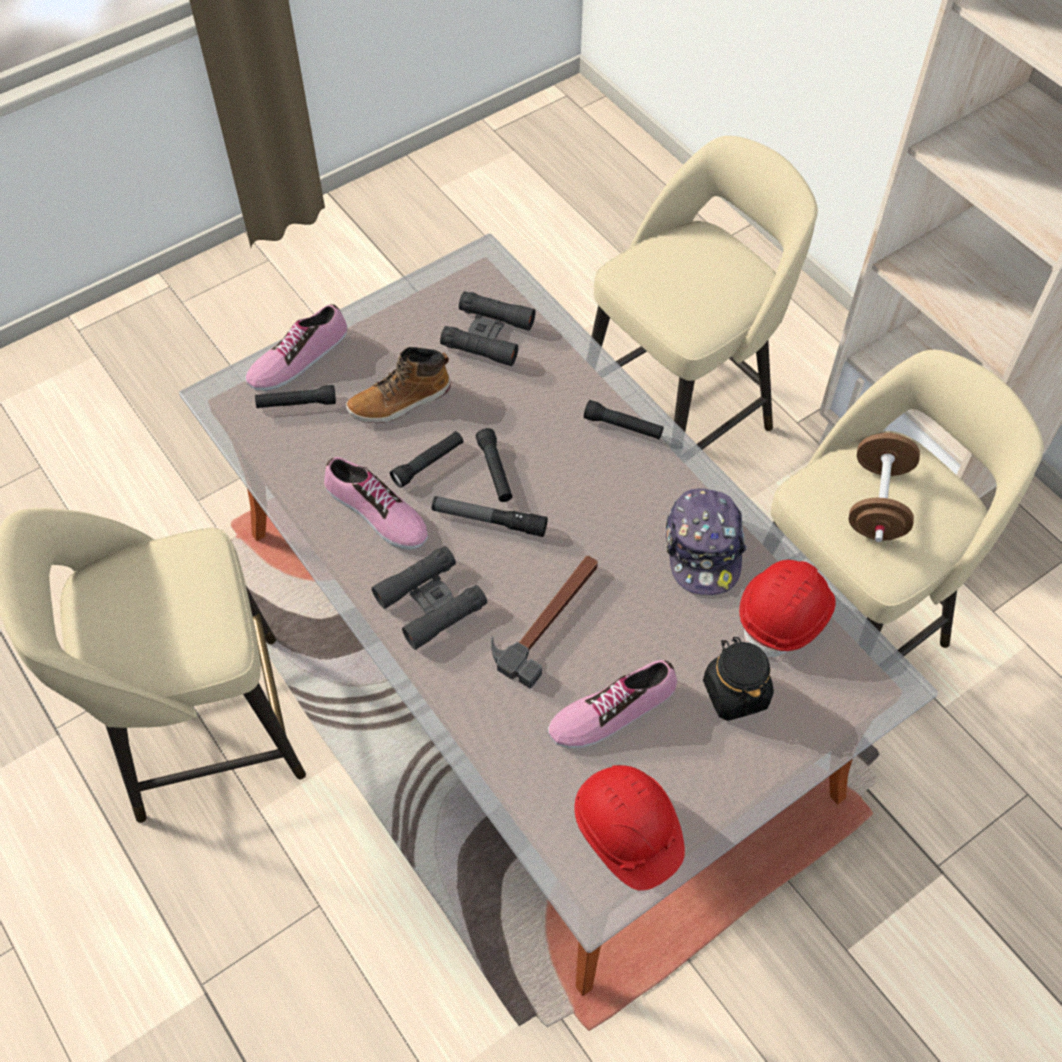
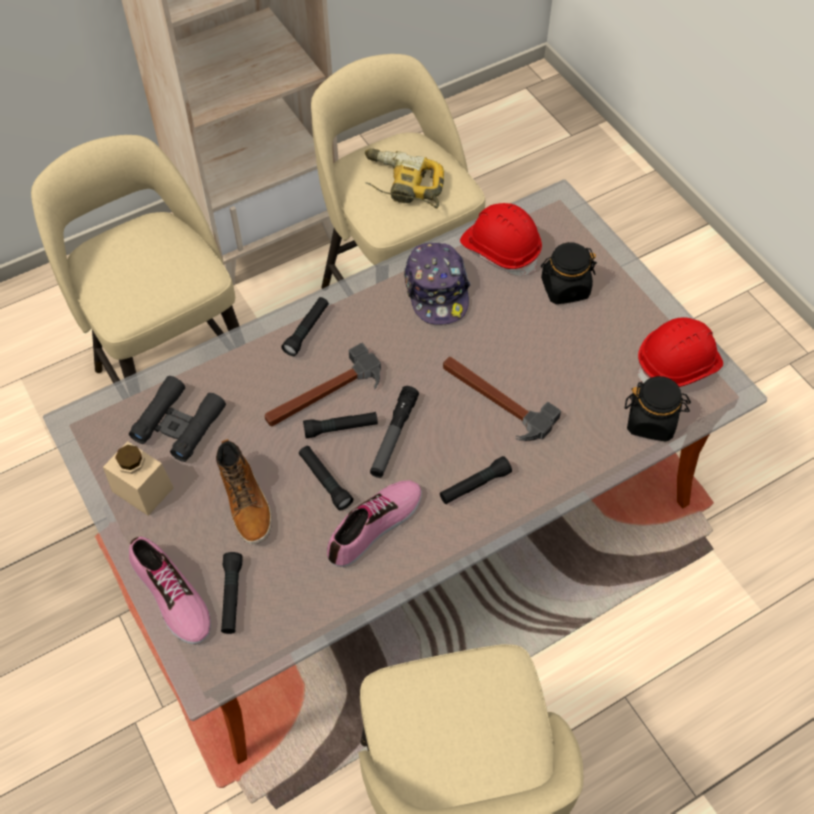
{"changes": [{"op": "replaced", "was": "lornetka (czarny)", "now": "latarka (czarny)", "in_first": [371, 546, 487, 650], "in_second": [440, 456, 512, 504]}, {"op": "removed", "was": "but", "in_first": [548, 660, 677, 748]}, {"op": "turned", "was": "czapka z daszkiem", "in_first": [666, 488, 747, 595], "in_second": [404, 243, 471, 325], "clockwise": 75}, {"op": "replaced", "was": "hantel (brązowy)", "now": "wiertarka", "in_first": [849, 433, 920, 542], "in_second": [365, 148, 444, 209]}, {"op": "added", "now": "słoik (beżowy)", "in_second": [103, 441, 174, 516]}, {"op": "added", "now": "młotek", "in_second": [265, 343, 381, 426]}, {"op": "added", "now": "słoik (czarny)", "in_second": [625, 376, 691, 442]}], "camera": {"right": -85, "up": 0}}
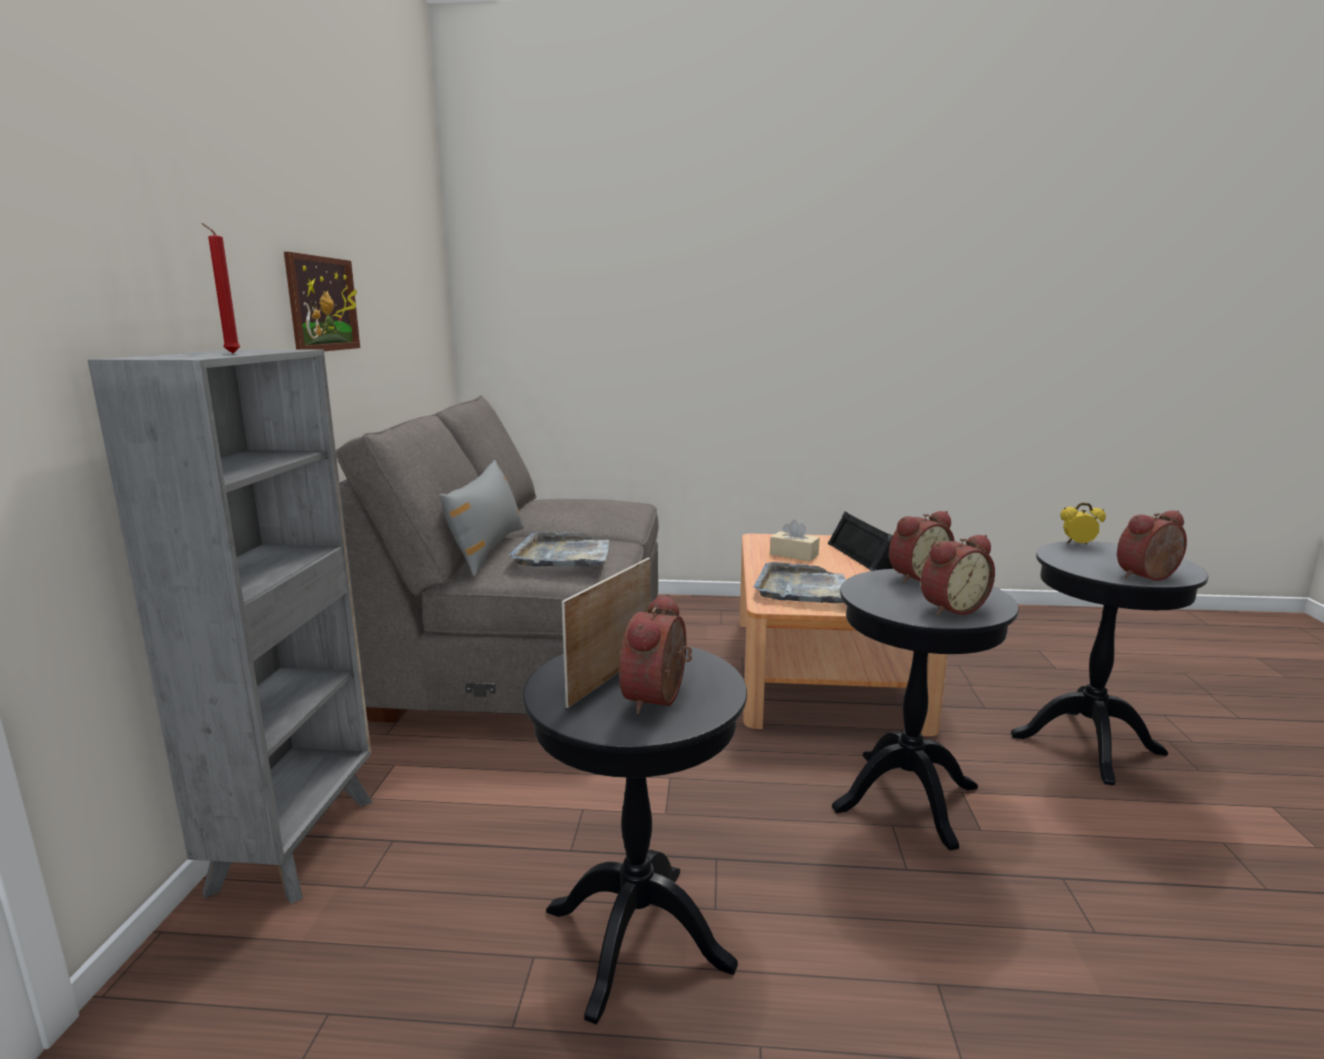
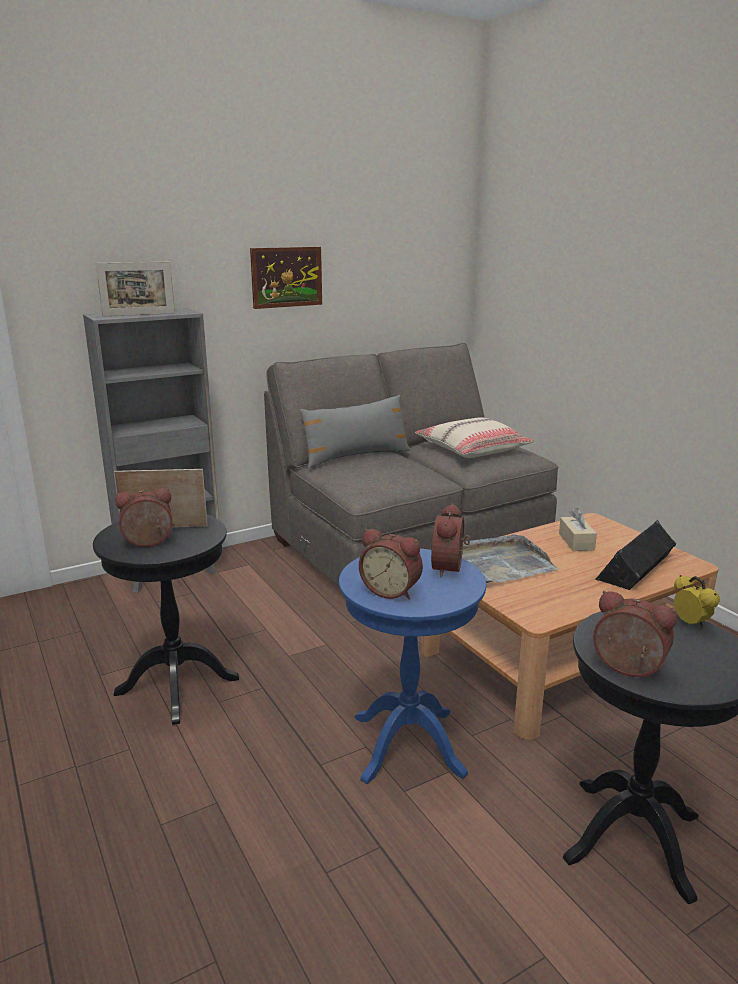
{"changes": [{"op": "replaced", "was": "świeca (czerwony)", "now": "ramka na zdjęcie", "in_first": [201, 223, 240, 353], "in_second": [95, 262, 175, 316]}, {"op": "removed", "was": "taca (szary)", "in_first": [509, 532, 609, 567]}, {"op": "recoloured", "was": "stolik (czarny)", "now": "stolik (niebieski)", "in_first": [832, 569, 1019, 850], "in_second": [339, 549, 486, 784]}, {"op": "turned", "was": "budzik", "in_first": [889, 511, 955, 583], "in_second": [431, 503, 470, 577], "clockwise": 75}, {"op": "added", "now": "poduszka (beżowy)", "in_second": [415, 418, 534, 458]}], "camera": {"right": 55, "up": 5}}
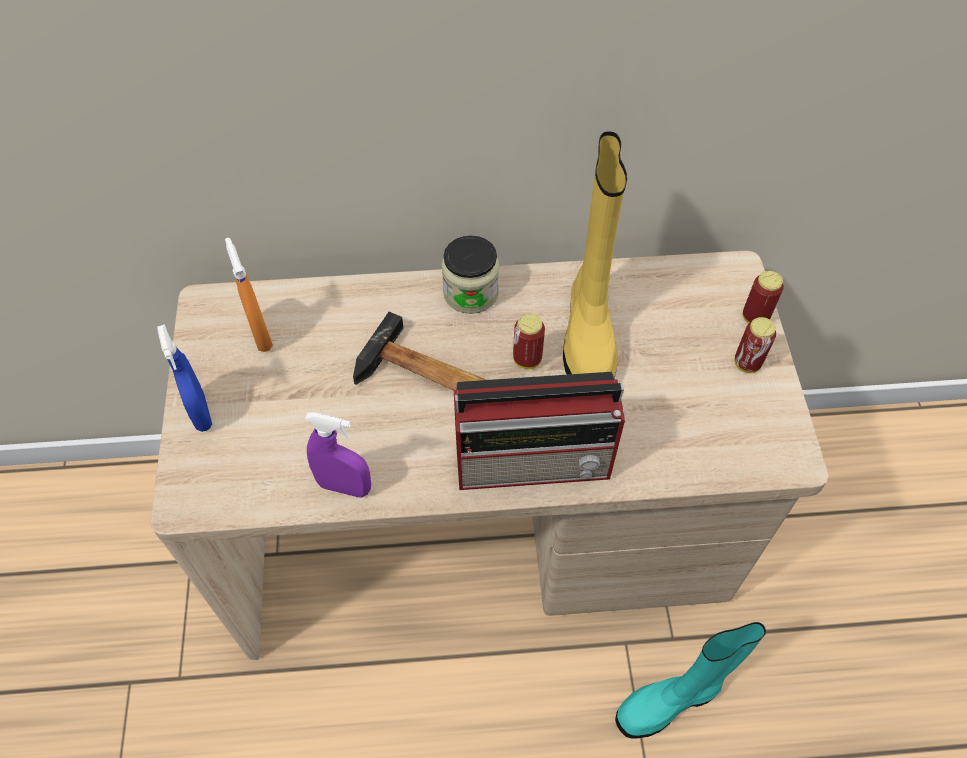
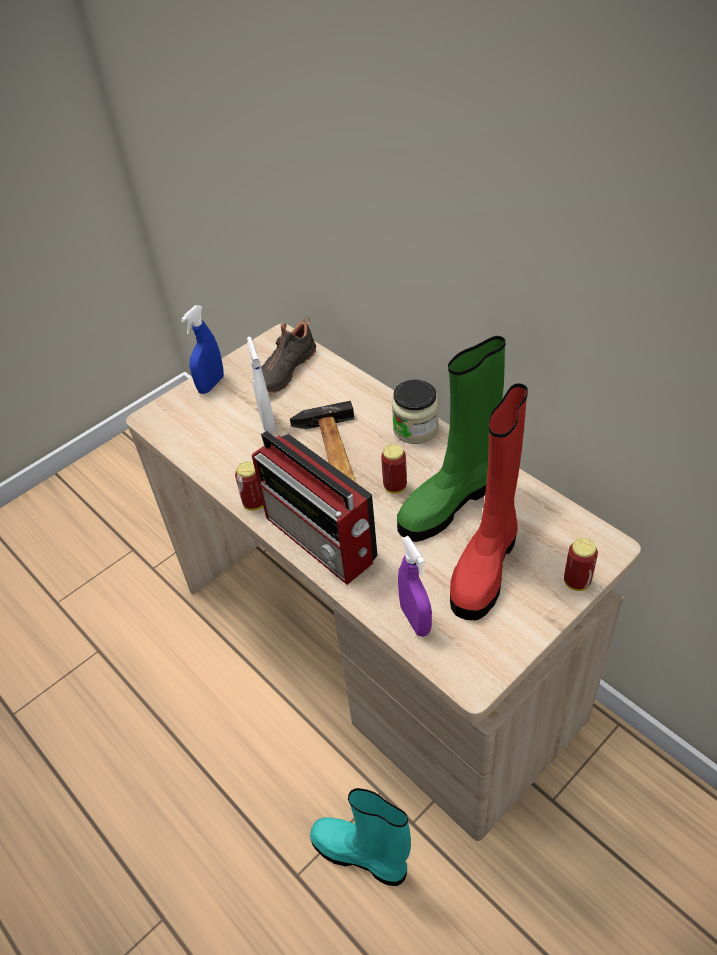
{"changes": [{"op": "replaced", "was": "spryskiwacz (pomarańczowy)", "now": "but (czarny)", "in_first": [225, 237, 273, 352], "in_second": [253, 317, 316, 393]}, {"op": "moved", "was": "spryskiwacz (fioletowy)", "in_first": [305, 412, 371, 498], "in_second": [398, 536, 432, 637]}, {"op": "recoloured", "was": "but z cholewką (żółty)", "now": "but z cholewką (zielony)", "in_first": [563, 131, 627, 378], "in_second": [397, 336, 506, 542]}, {"op": "moved", "was": "puszka", "in_first": [734, 317, 776, 373], "in_second": [235, 461, 263, 511]}, {"op": "added", "now": "spryskiwacz (biały)", "in_second": [247, 336, 276, 433]}, {"op": "added", "now": "but z cholewką (czerwony)", "in_second": [450, 383, 528, 620]}], "camera": {"right": 55, "up": -10}}
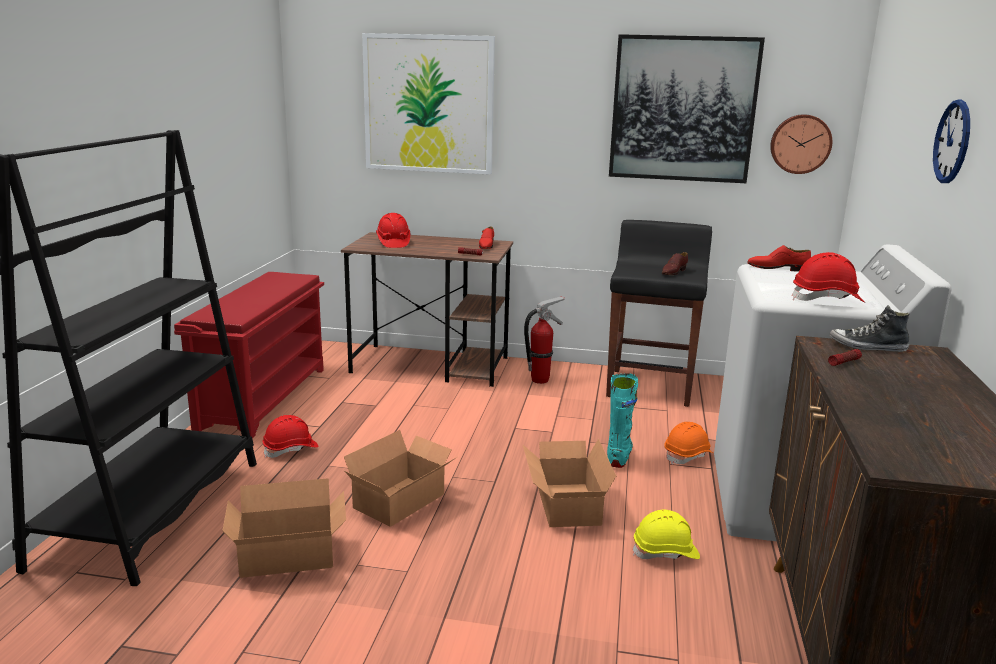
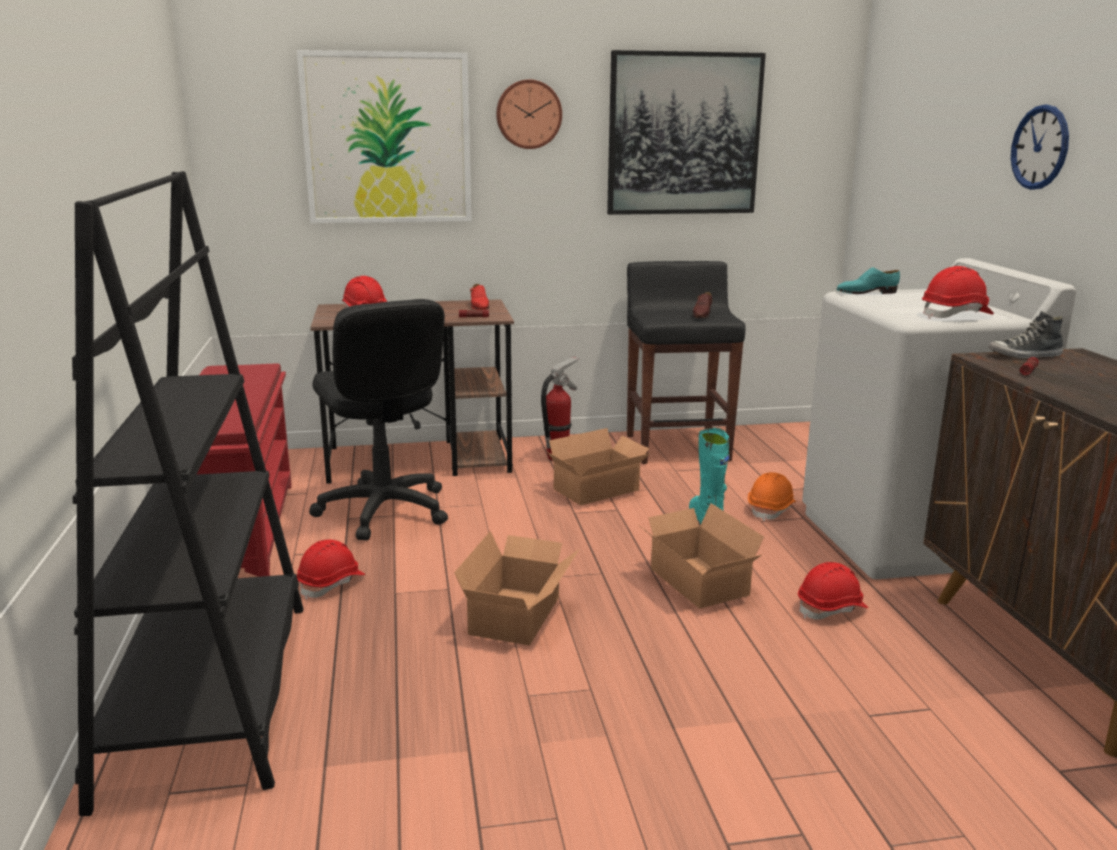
{"changes": [{"op": "moved", "was": "karton", "in_first": [222, 478, 346, 578], "in_second": [547, 428, 651, 506]}, {"op": "recoloured", "was": "kask (żółty)", "now": "kask (czerwony)", "in_first": [633, 510, 700, 559], "in_second": [798, 562, 868, 620]}, {"op": "recoloured", "was": "but (czerwony)", "now": "but (turkusowy)", "in_first": [747, 245, 811, 272], "in_second": [836, 267, 900, 294]}, {"op": "moved", "was": "zegar ścienny", "in_first": [770, 114, 832, 174], "in_second": [496, 79, 562, 149]}, {"op": "added", "now": "krzesło biurowe (czarny)", "in_second": [309, 299, 448, 540]}], "camera": {"right": -20, "up": 0}}
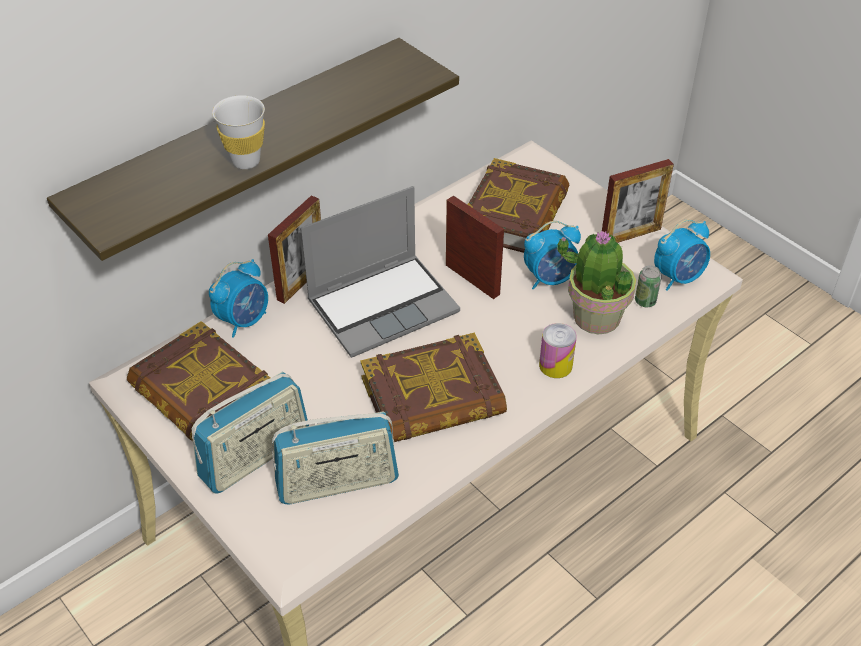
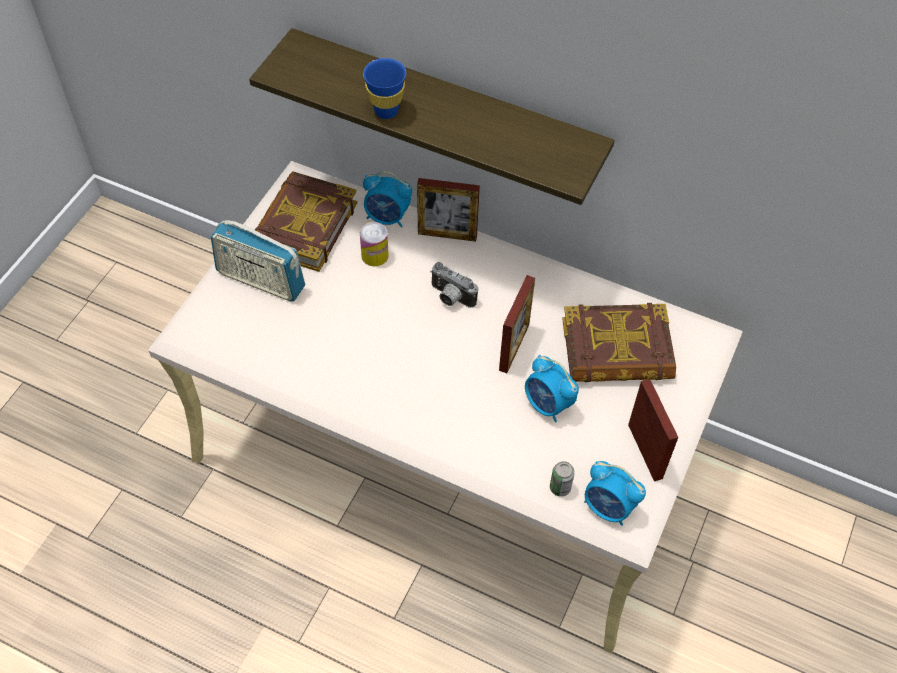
{"changes": [{"op": "recoloured", "was": "filiżanka (biały)", "now": "filiżanka (niebieski)", "in_first": [212, 95, 265, 169], "in_second": [363, 58, 406, 119]}, {"op": "removed", "was": "radio", "in_first": [272, 411, 399, 505]}, {"op": "replaced", "was": "laptop", "now": "aparat fotograficzny", "in_first": [301, 186, 460, 358], "in_second": [430, 262, 478, 308]}, {"op": "removed", "was": "książka", "in_first": [360, 333, 507, 442]}, {"op": "moved", "was": "puszka", "in_first": [539, 323, 577, 378], "in_second": [360, 222, 389, 266]}, {"op": "removed", "was": "roślina doniczkowa", "in_first": [557, 230, 636, 334]}, {"op": "turned", "was": "ramka na zdjęcie", "in_first": [602, 159, 674, 243], "in_second": [628, 379, 678, 481], "clockwise": -150}], "camera": {"right": 65, "up": 10}}
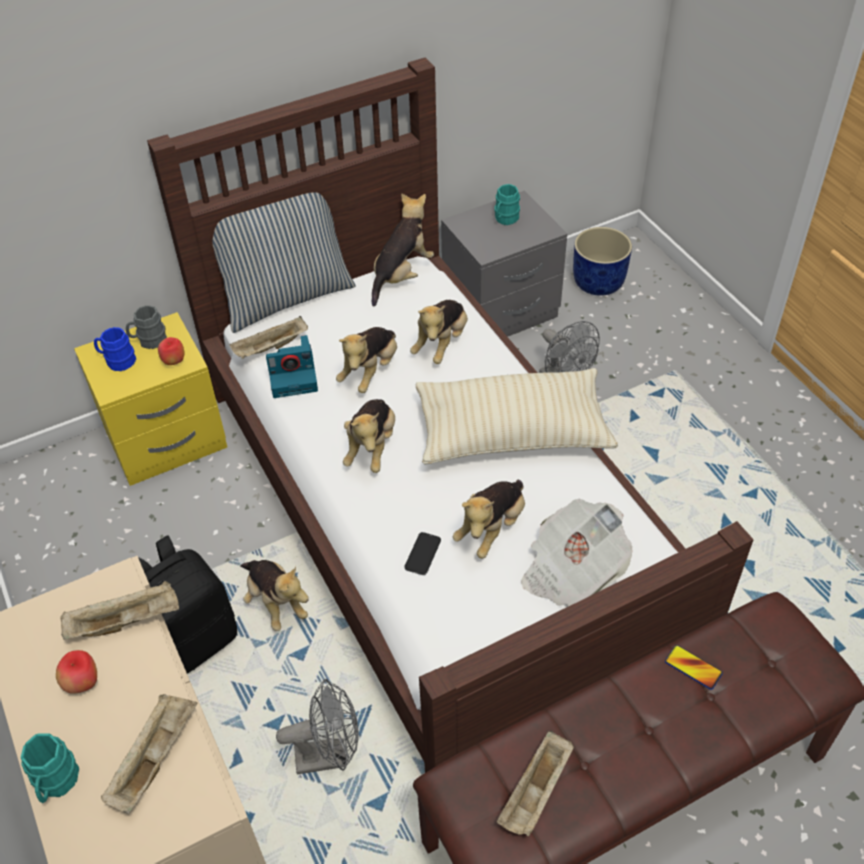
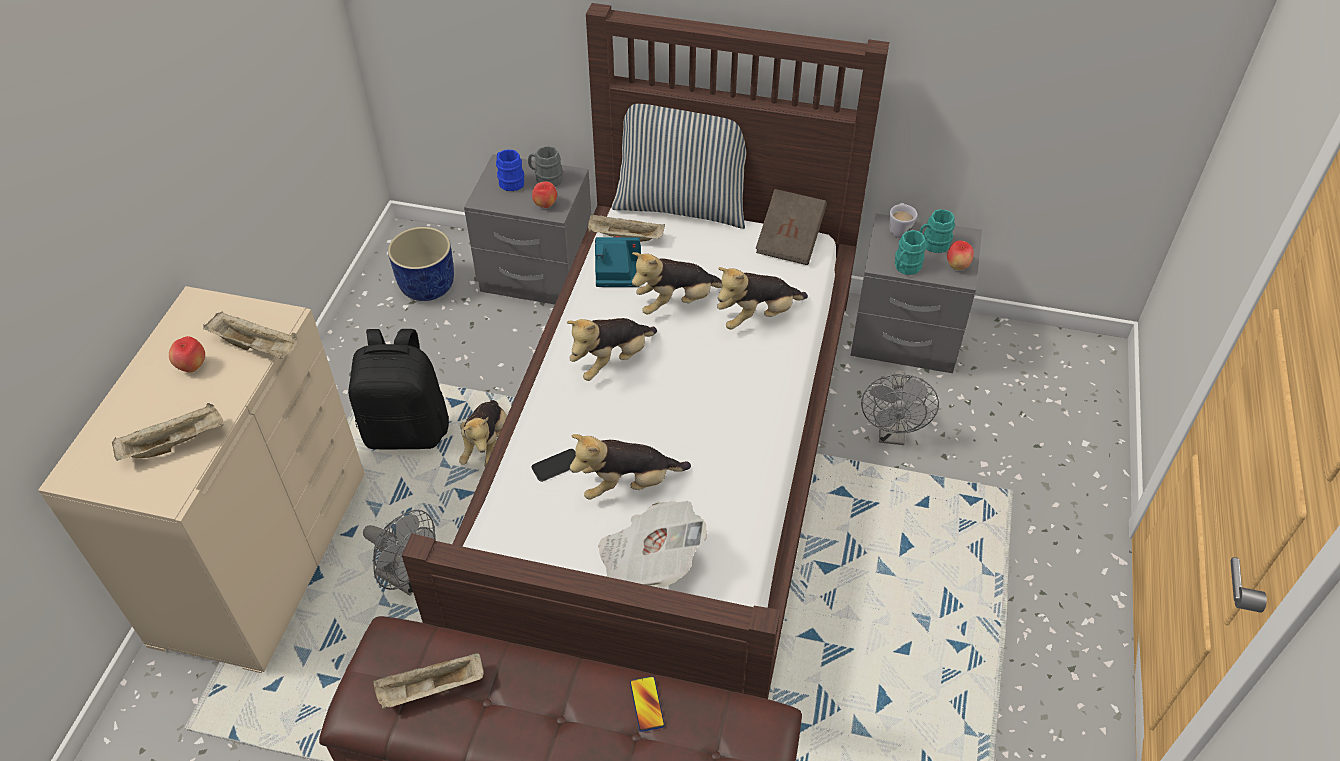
{"changes": [{"op": "moved", "was": "kubek (turkusowy)", "in_first": [21, 733, 79, 803], "in_second": [895, 230, 926, 275]}, {"op": "recoloured", "was": "szafka nocna (żółty)", "now": "szafka nocna (szary)", "in_first": [74, 312, 227, 486], "in_second": [464, 154, 591, 304]}, {"op": "turned", "was": "aparat fotograficzny", "in_first": [266, 335, 318, 398], "in_second": [595, 236, 641, 287], "clockwise": 150}, {"op": "replaced", "was": "pluszak", "now": "książka (brązowy)", "in_first": [372, 193, 434, 306], "in_second": [756, 189, 827, 265]}, {"op": "removed", "was": "poduszka (beżowy)", "in_first": [416, 368, 618, 464]}, {"op": "moved", "was": "donica (niebieski)", "in_first": [573, 227, 632, 296], "in_second": [388, 227, 454, 301]}, {"op": "added", "now": "kubek (biały)", "in_second": [890, 203, 917, 238]}, {"op": "added", "now": "jabłko", "in_second": [947, 241, 974, 270]}], "camera": {"right": 40, "up": 0}}
